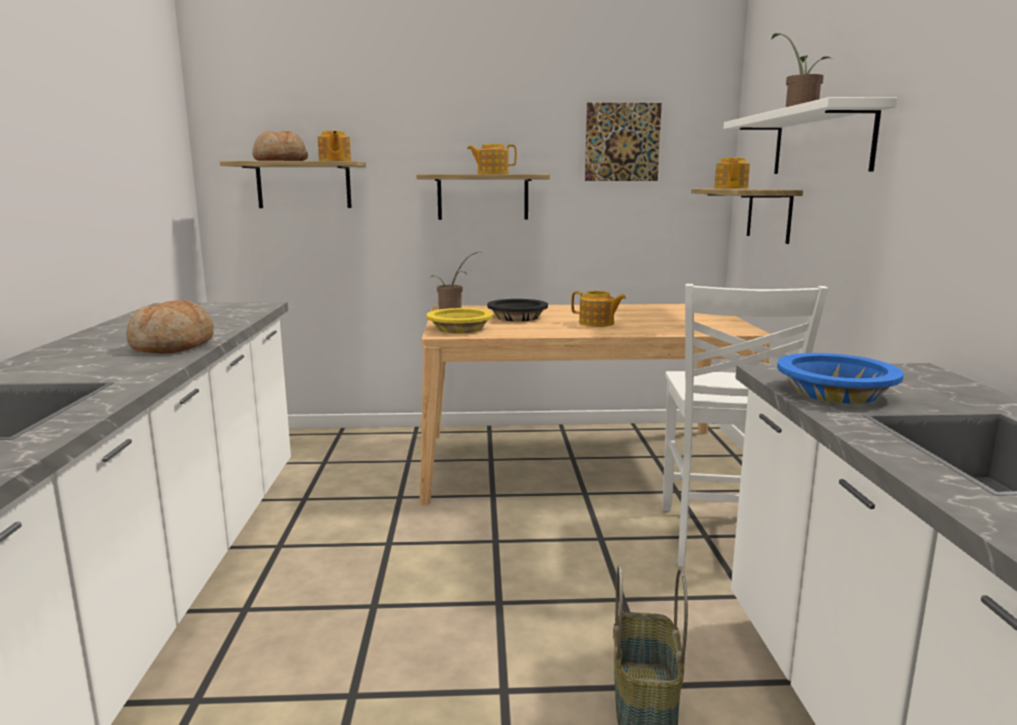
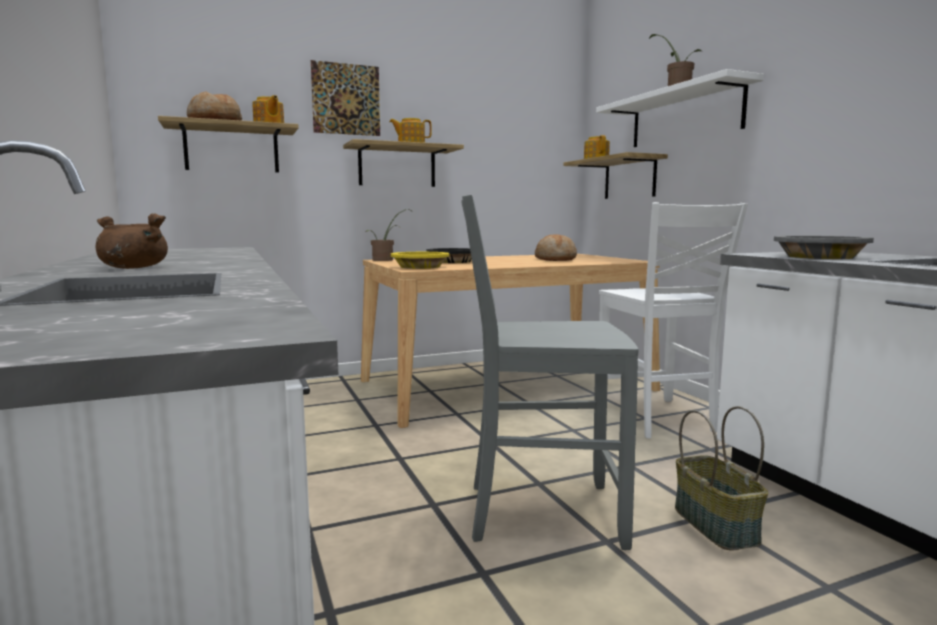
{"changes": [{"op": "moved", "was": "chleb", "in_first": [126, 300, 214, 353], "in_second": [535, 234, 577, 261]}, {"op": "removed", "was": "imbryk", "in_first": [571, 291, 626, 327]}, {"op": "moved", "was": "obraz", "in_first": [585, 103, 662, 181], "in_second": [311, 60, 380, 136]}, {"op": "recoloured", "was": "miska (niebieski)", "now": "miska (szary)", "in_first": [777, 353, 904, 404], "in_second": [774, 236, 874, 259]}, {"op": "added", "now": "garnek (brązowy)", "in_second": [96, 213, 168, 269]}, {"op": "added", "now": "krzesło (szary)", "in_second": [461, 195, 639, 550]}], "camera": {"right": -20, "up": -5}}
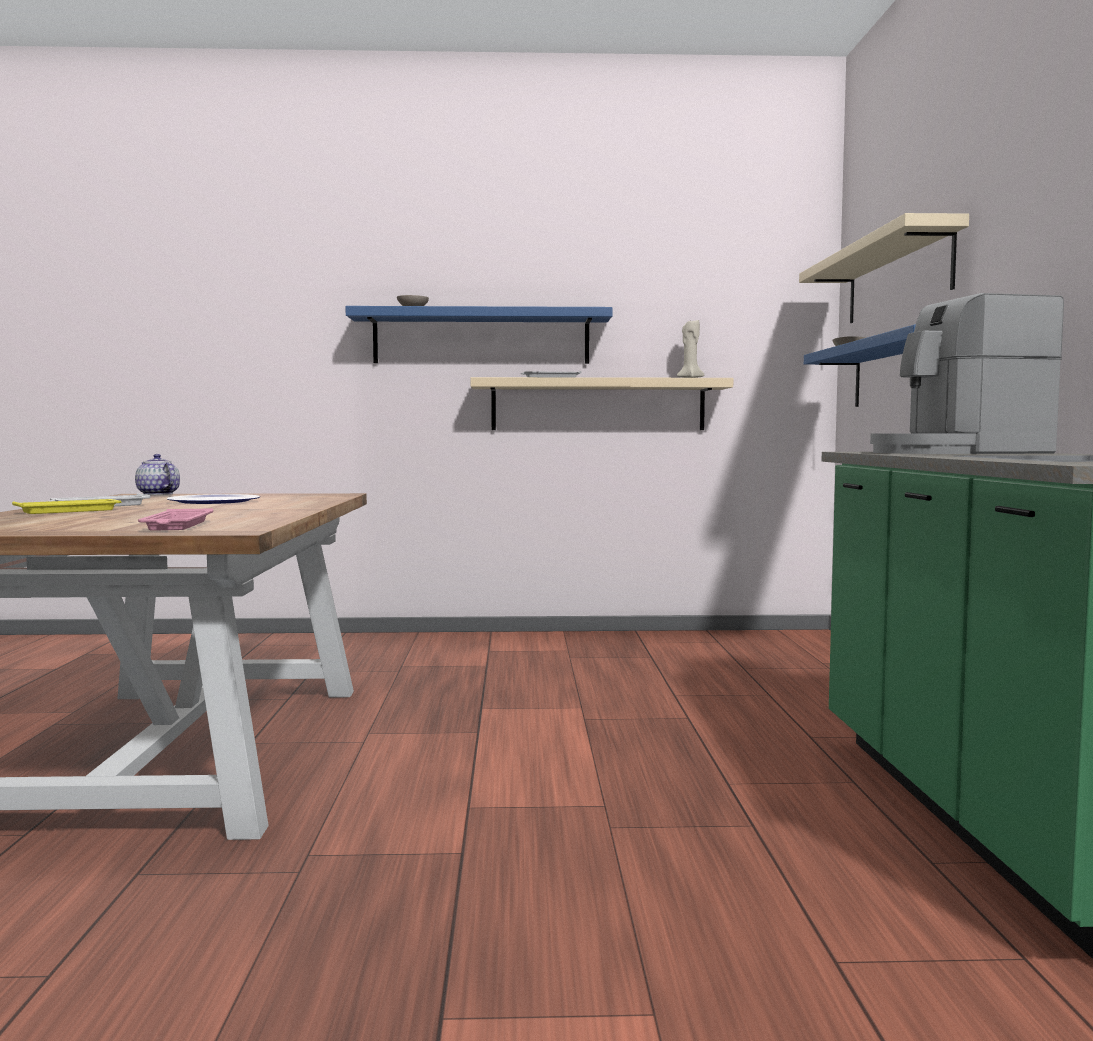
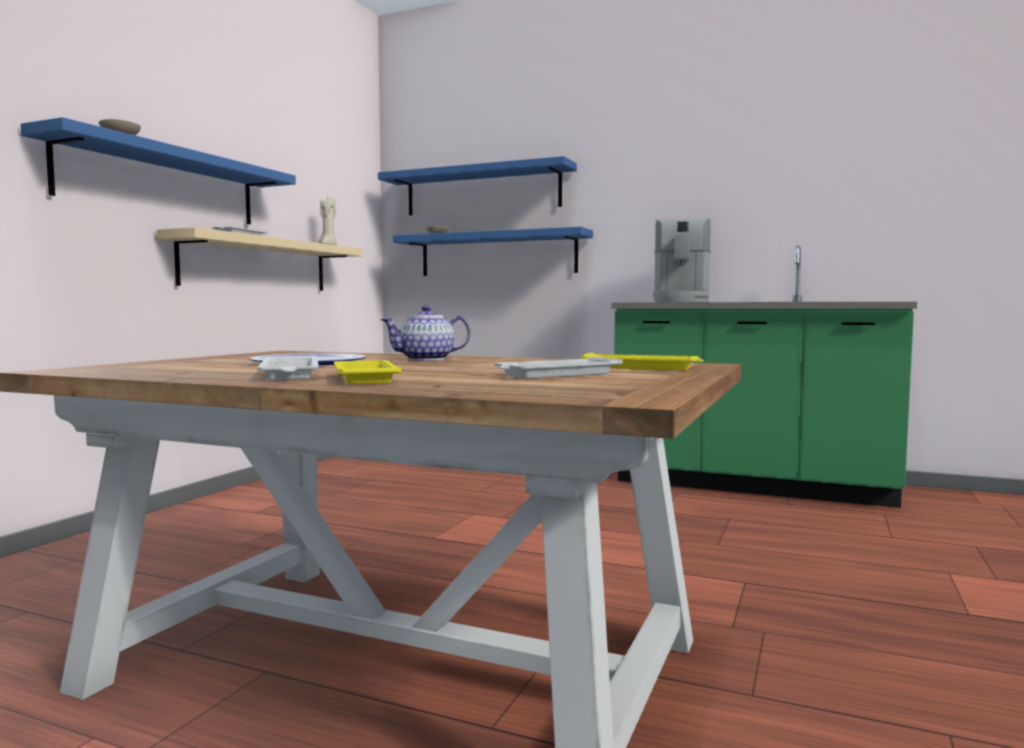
{"changes": [{"op": "moved", "was": "imbryk", "in_first": [135, 454, 180, 495], "in_second": [380, 305, 470, 361]}, {"op": "recoloured", "was": "taca (różowy)", "now": "taca (żółty)", "in_first": [138, 509, 213, 531], "in_second": [581, 352, 704, 370]}, {"op": "recoloured", "was": "półka (beżowy)", "now": "półka (niebieski)", "in_first": [799, 213, 969, 323], "in_second": [378, 156, 577, 215]}, {"op": "added", "now": "taca (biały)", "in_second": [494, 357, 623, 379]}], "camera": {"right": -65, "up": 0}}
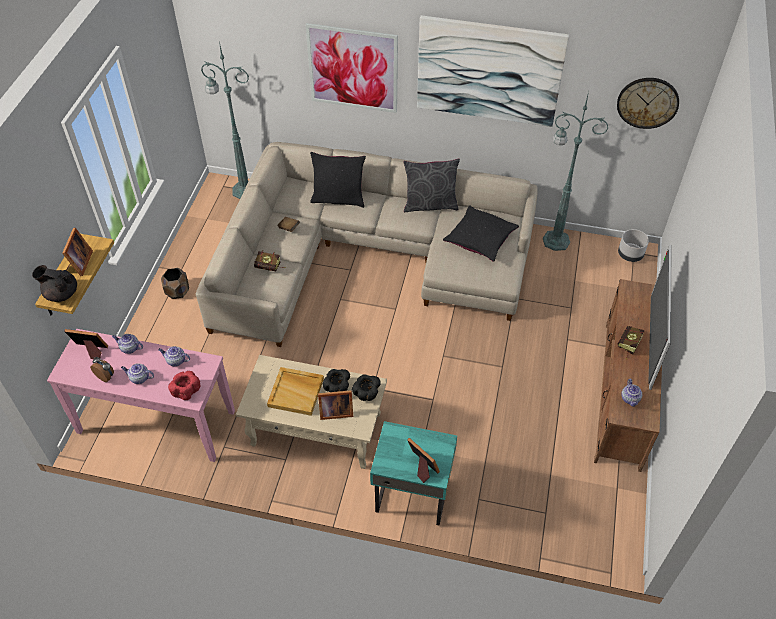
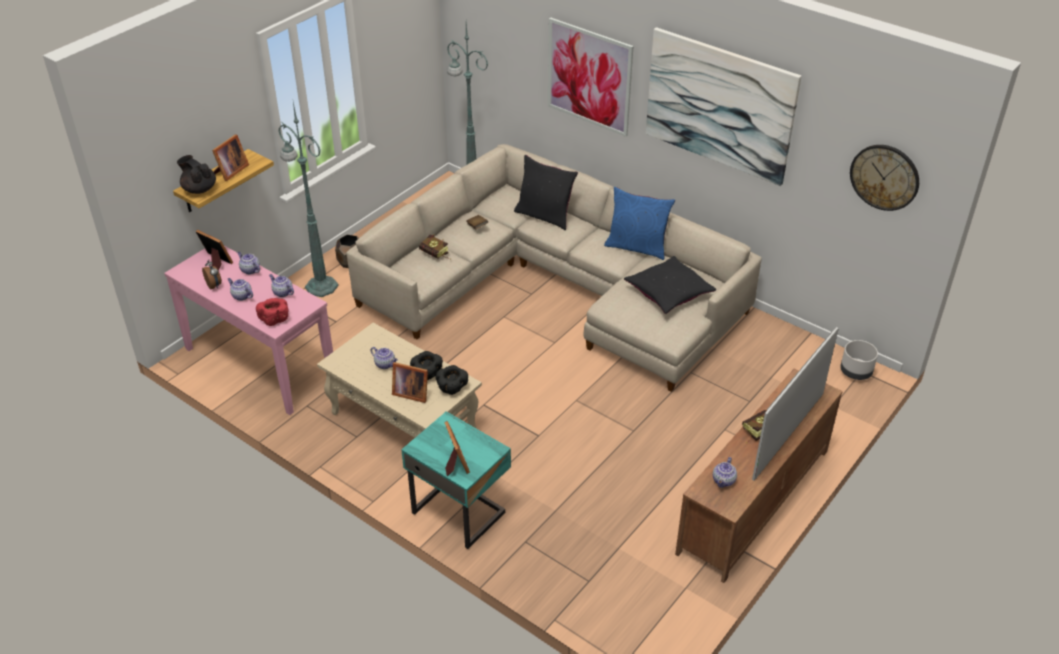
{"changes": [{"op": "replaced", "was": "taca (beżowy)", "now": "imbryk", "in_first": [267, 367, 324, 416], "in_second": [371, 347, 398, 369]}, {"op": "recoloured", "was": "poduszka (szary)", "now": "poduszka (niebieski)", "in_first": [403, 158, 460, 212], "in_second": [604, 187, 675, 260]}, {"op": "moved", "was": "lampa stojąca (zielony)", "in_first": [543, 92, 609, 251], "in_second": [278, 102, 339, 297]}], "camera": {"right": 25, "up": -10}}
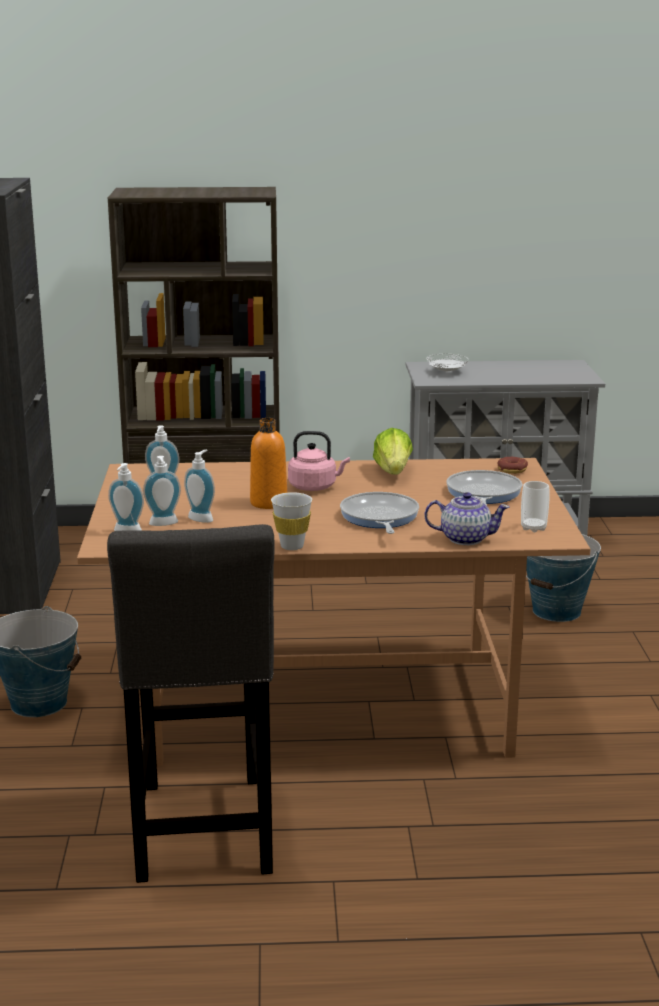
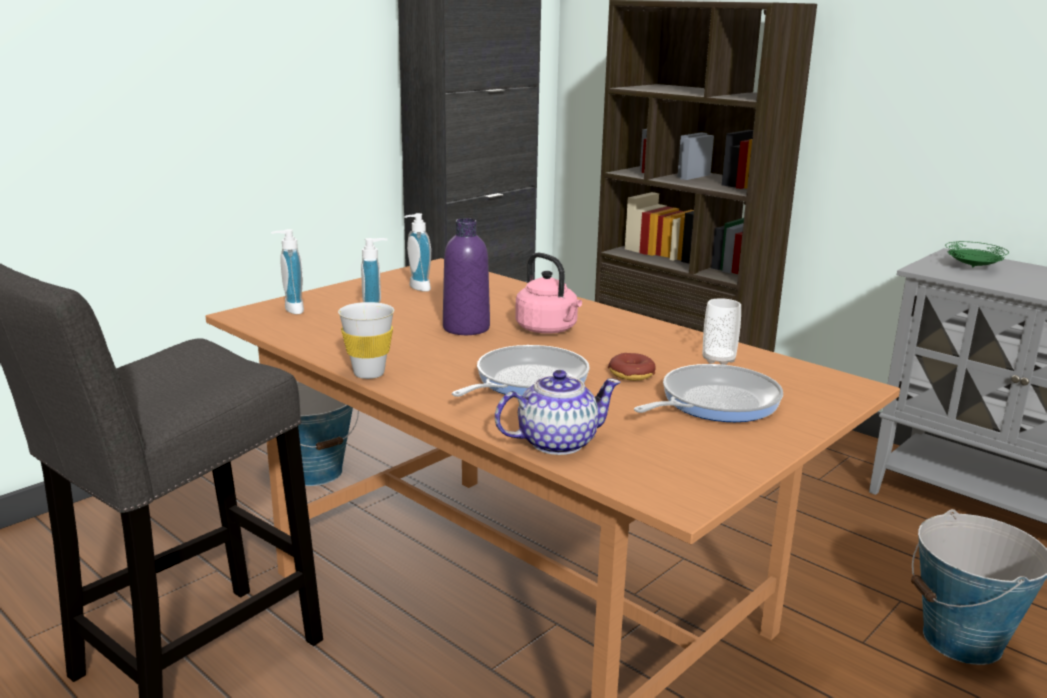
{"changes": [{"op": "removed", "was": "dozownik mydła", "in_first": [143, 456, 181, 526]}, {"op": "recoloured", "was": "butelka (pomarańczowy)", "now": "butelka (fioletowy)", "in_first": [250, 418, 287, 509], "in_second": [443, 218, 490, 335]}, {"op": "removed", "was": "sałata", "in_first": [373, 428, 413, 475]}, {"op": "turned", "was": "imbryk", "in_first": [424, 492, 510, 545], "in_second": [495, 370, 621, 455], "clockwise": -75}, {"op": "recoloured", "was": "talerz (biały)", "now": "talerz (zielony)", "in_first": [426, 354, 468, 372], "in_second": [945, 241, 1009, 267]}, {"op": "moved", "was": "donut", "in_first": [497, 457, 528, 474], "in_second": [608, 353, 656, 381]}, {"op": "moved", "was": "filiżanka", "in_first": [521, 481, 550, 532], "in_second": [703, 298, 741, 365]}], "camera": {"right": 45, "up": 0}}
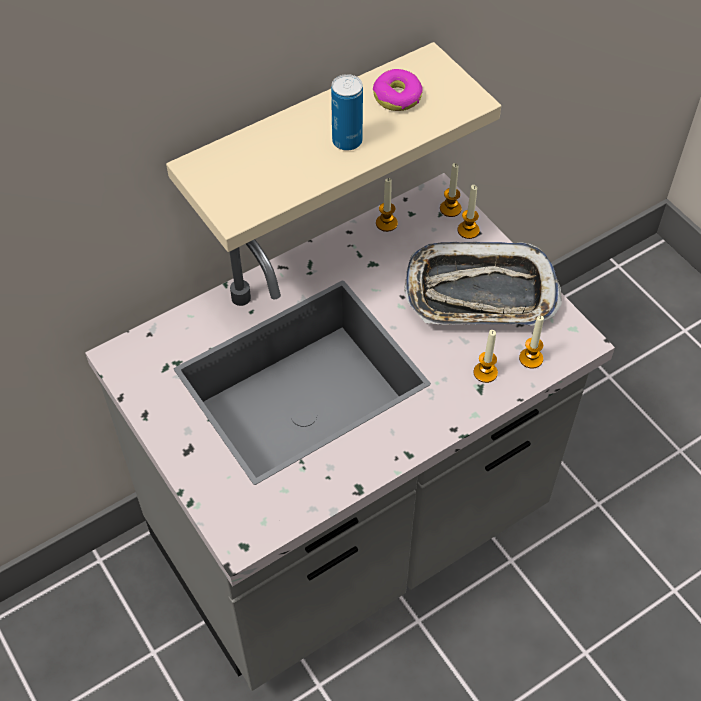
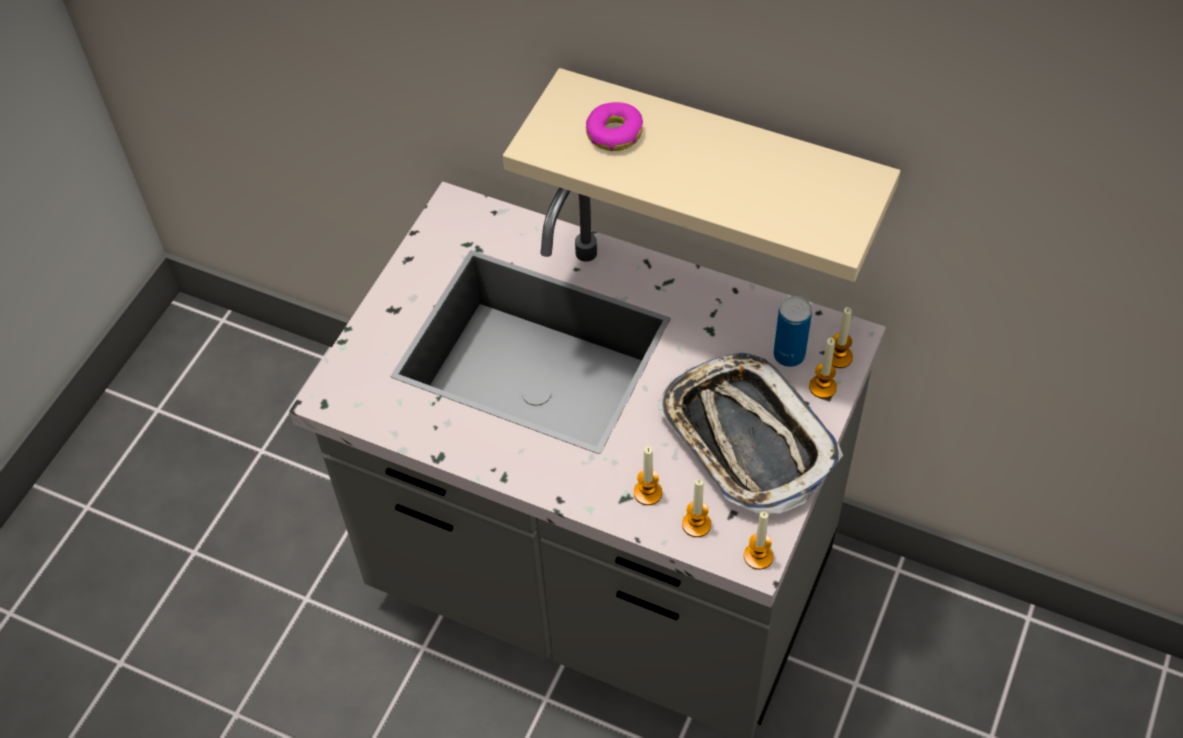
{"changes": [{"op": "moved", "was": "puszka", "in_first": [331, 74, 363, 151], "in_second": [774, 296, 812, 367]}, {"op": "moved", "was": "donut", "in_first": [373, 69, 423, 111], "in_second": [586, 102, 643, 151]}, {"op": "moved", "was": "świeca", "in_first": [376, 178, 398, 232], "in_second": [744, 512, 773, 570]}], "camera": {"right": 60, "up": 0}}
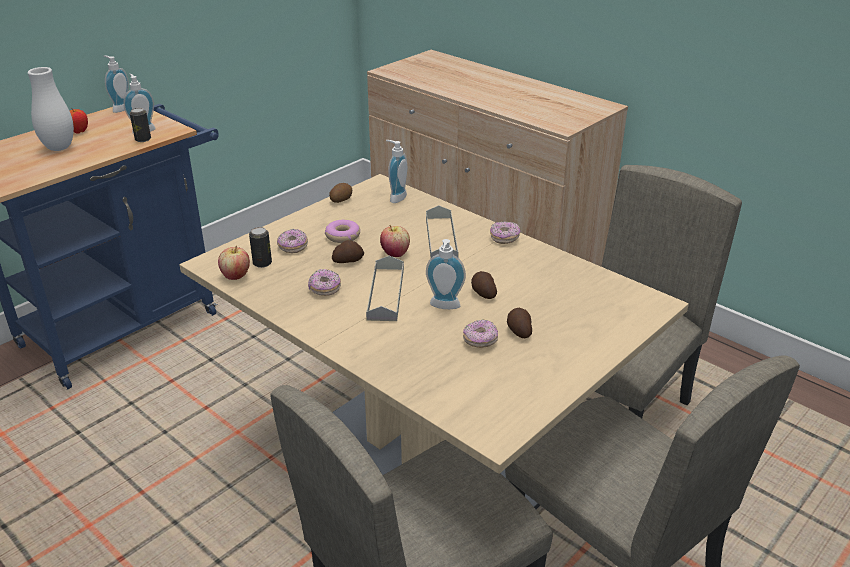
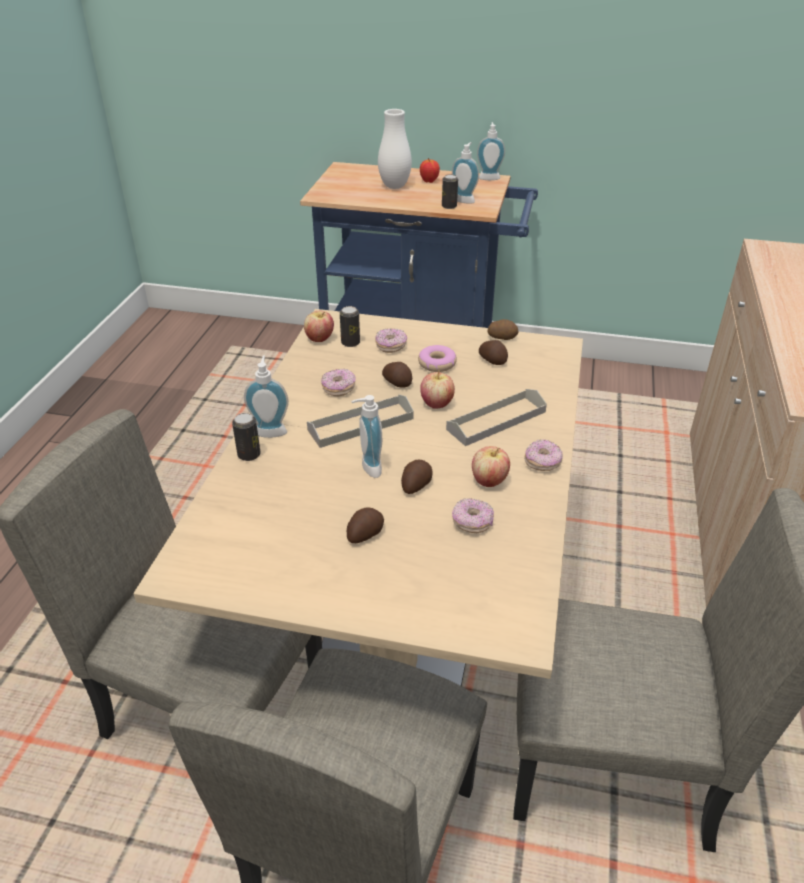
{"changes": [{"op": "moved", "was": "dozownik mydła", "in_first": [386, 140, 407, 203], "in_second": [244, 356, 289, 438]}, {"op": "moved", "was": "donut", "in_first": [463, 319, 498, 348], "in_second": [452, 498, 494, 533]}, {"op": "added", "now": "puszka", "in_second": [232, 413, 261, 461]}, {"op": "added", "now": "jabłko", "in_second": [472, 446, 510, 487]}, {"op": "added", "now": "ziemniak", "in_second": [479, 340, 508, 365]}], "camera": {"right": 60, "up": 5}}
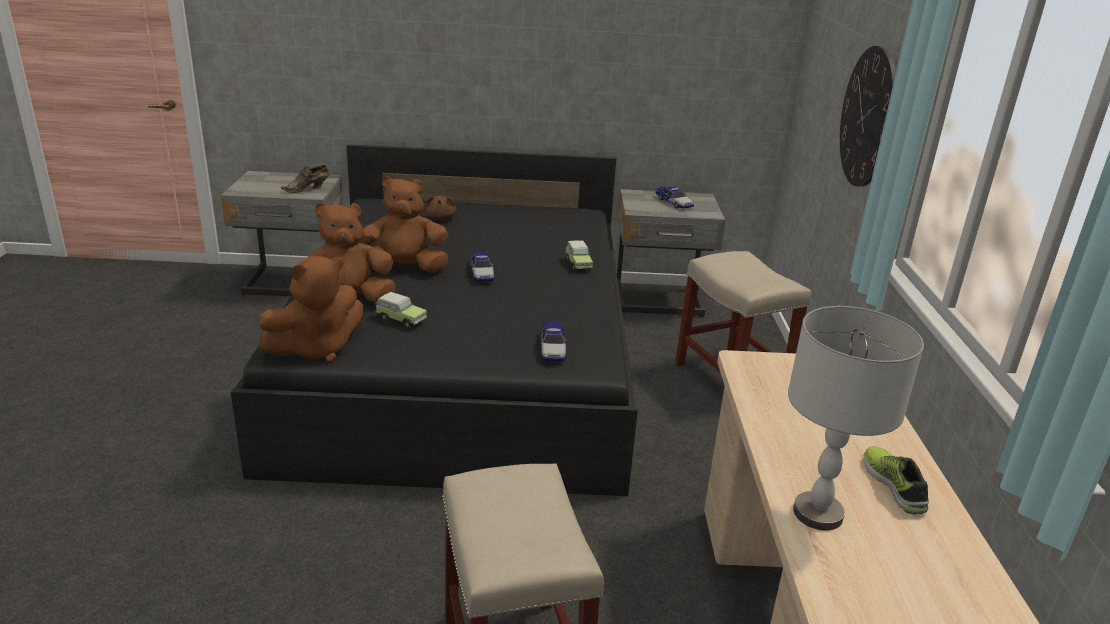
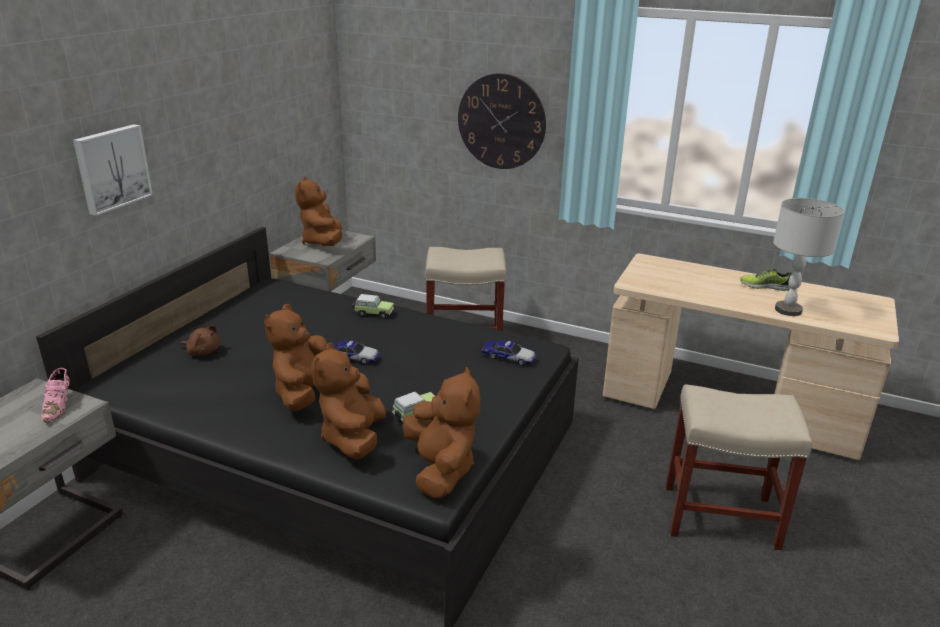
{"changes": [{"op": "recoloured", "was": "but (brązowy)", "now": "but (różowy)", "in_first": [281, 165, 329, 193], "in_second": [41, 368, 70, 422]}, {"op": "replaced", "was": "samochodzik", "now": "pluszak (brązowy)", "in_first": [655, 187, 694, 208], "in_second": [295, 177, 342, 246]}, {"op": "added", "now": "obraz", "in_second": [73, 124, 153, 216]}], "camera": {"right": -65, "up": 0}}
